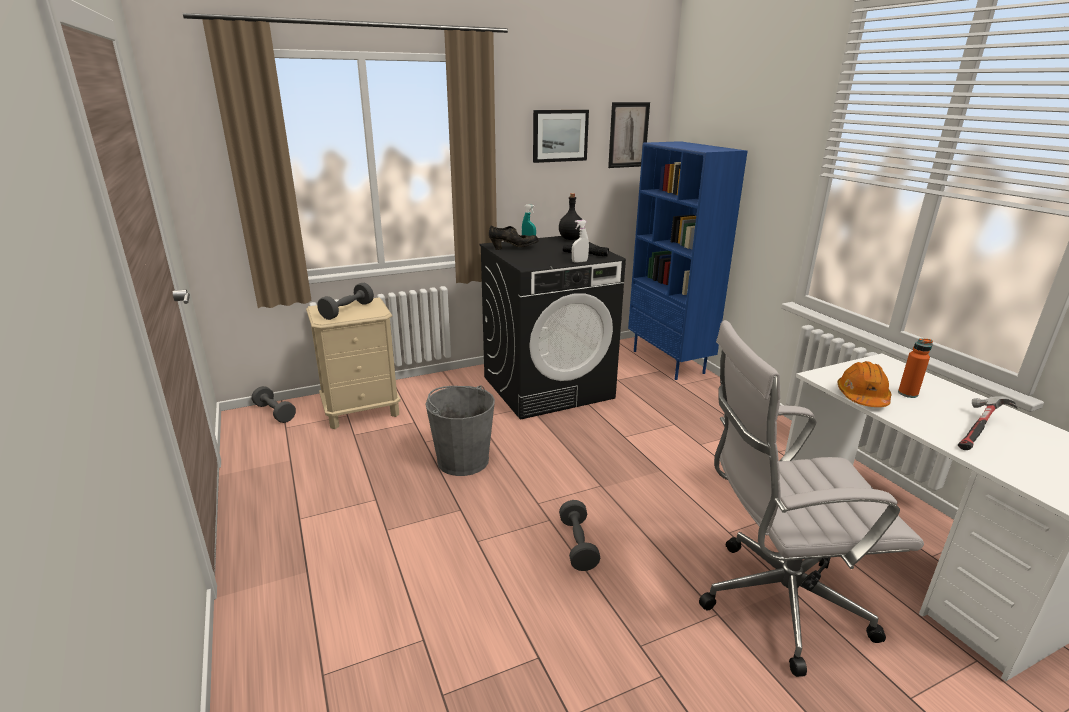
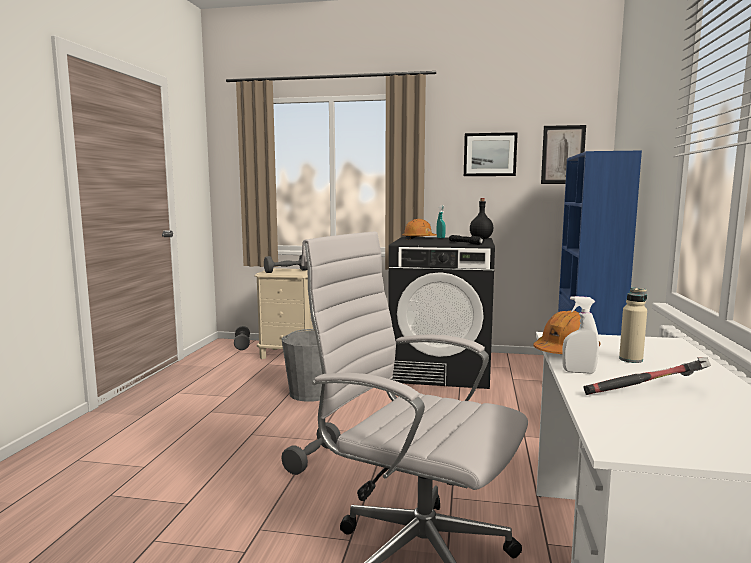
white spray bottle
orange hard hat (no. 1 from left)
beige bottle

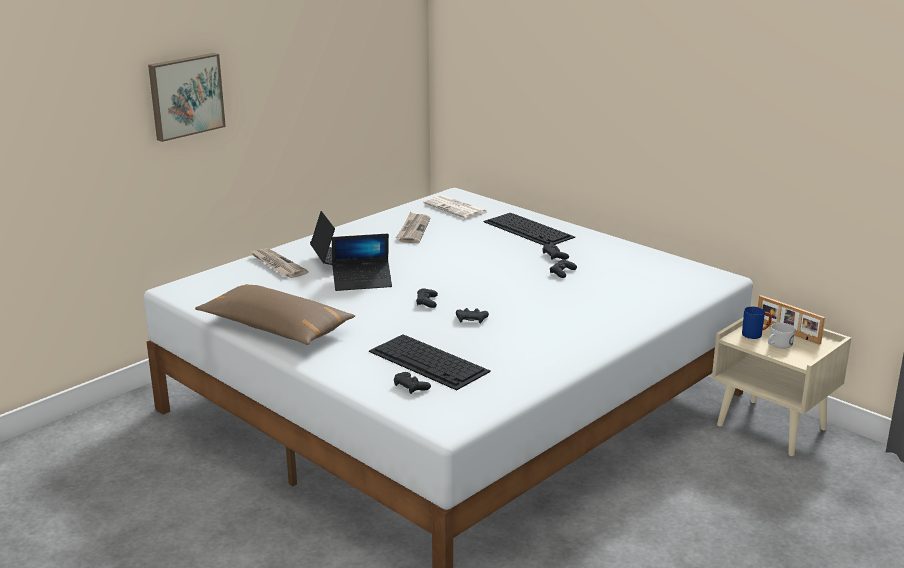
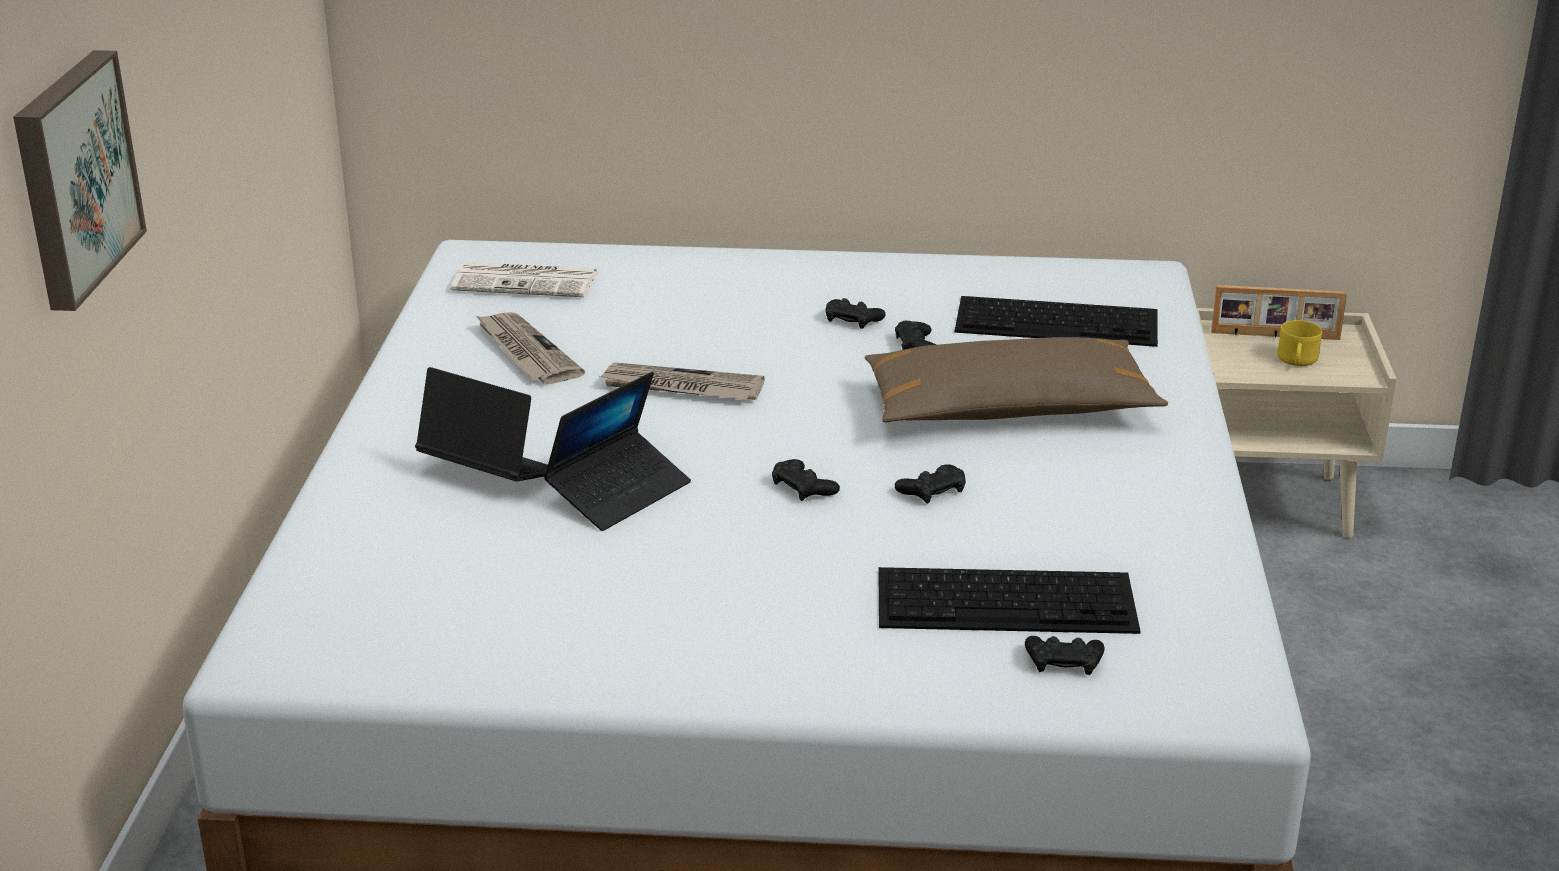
keyboard (no. 2 from left)
newspaper (no. 3 from left)
brown pillow
blue mug
yellow mug

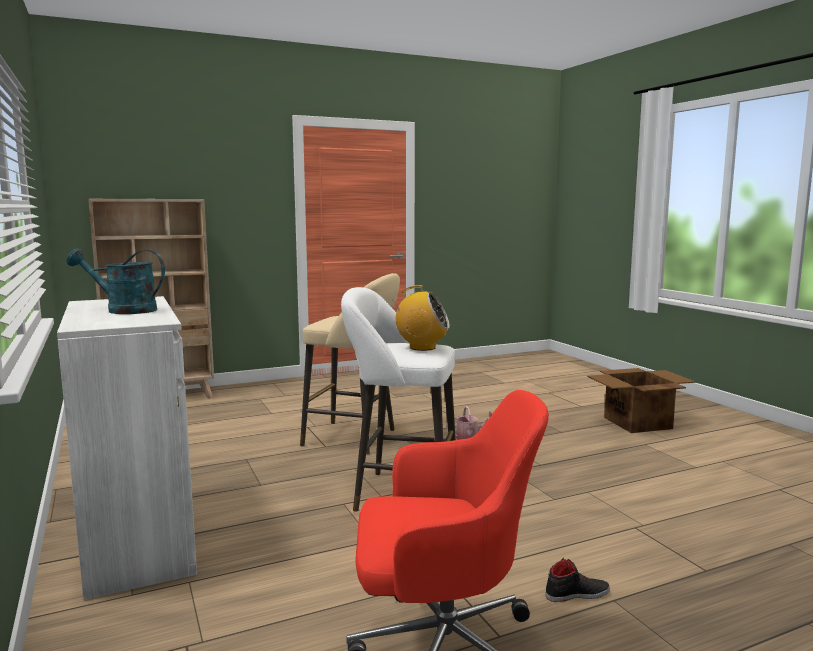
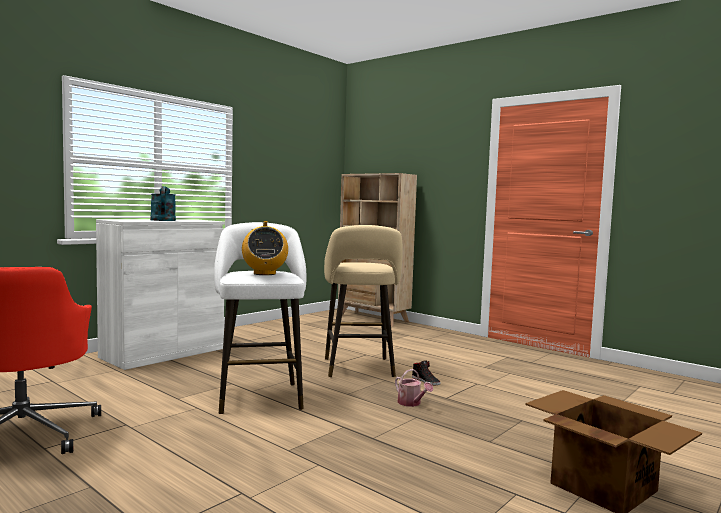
black shoe

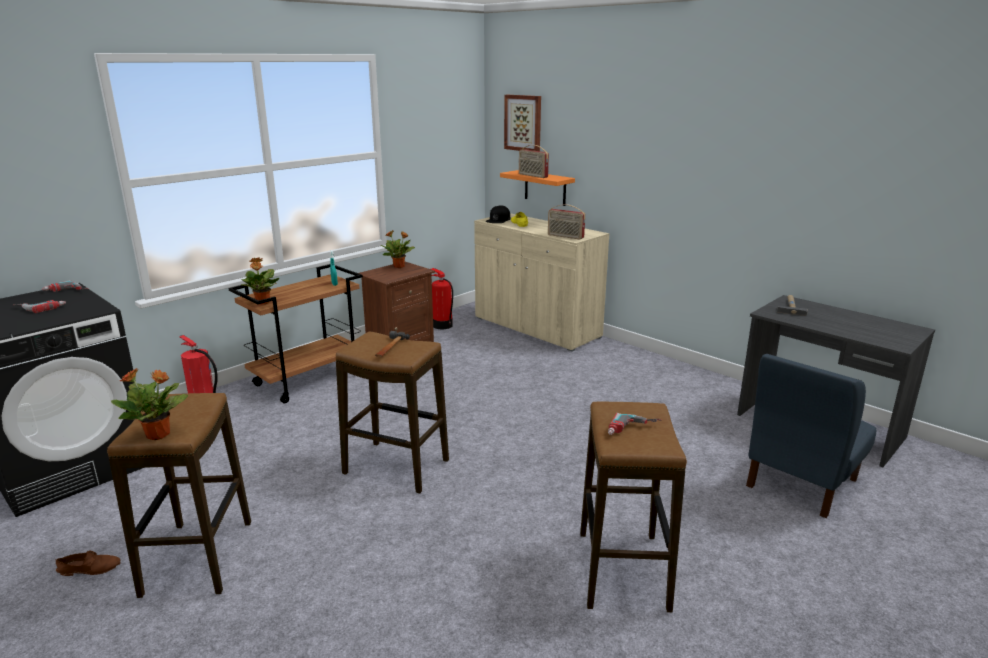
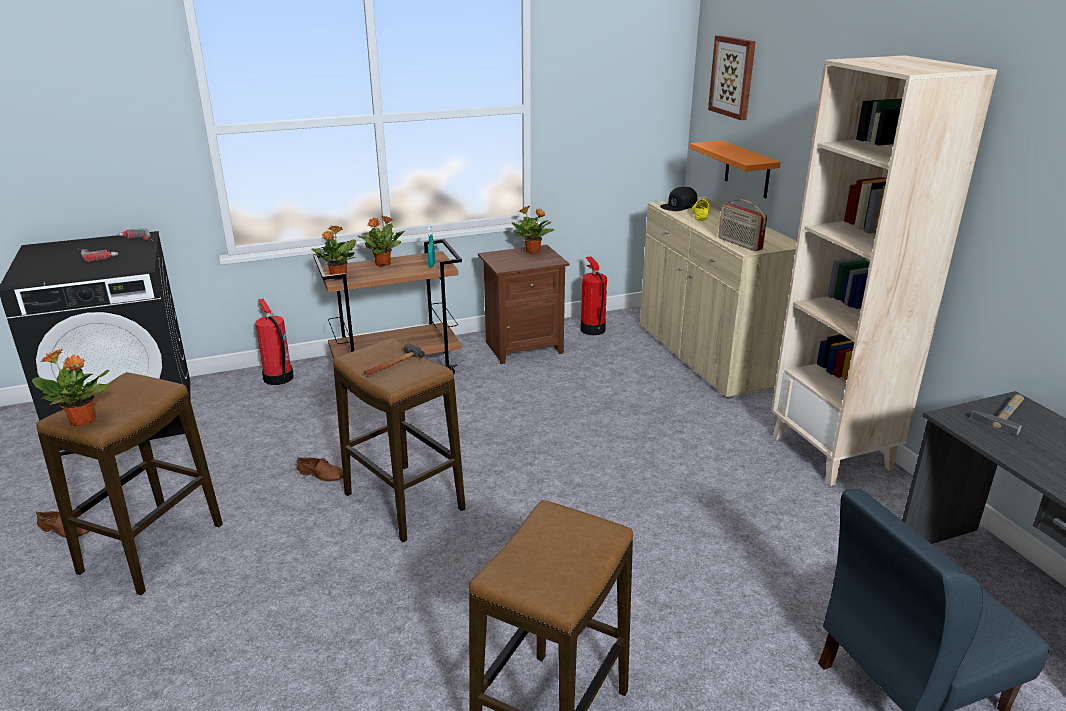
radio (no. 1 from left in the first image)
power drill (no. 3 from left in the first image)
beige bookcase
potted plant (no. 3 from left)
brown shoe (no. 2 from left)

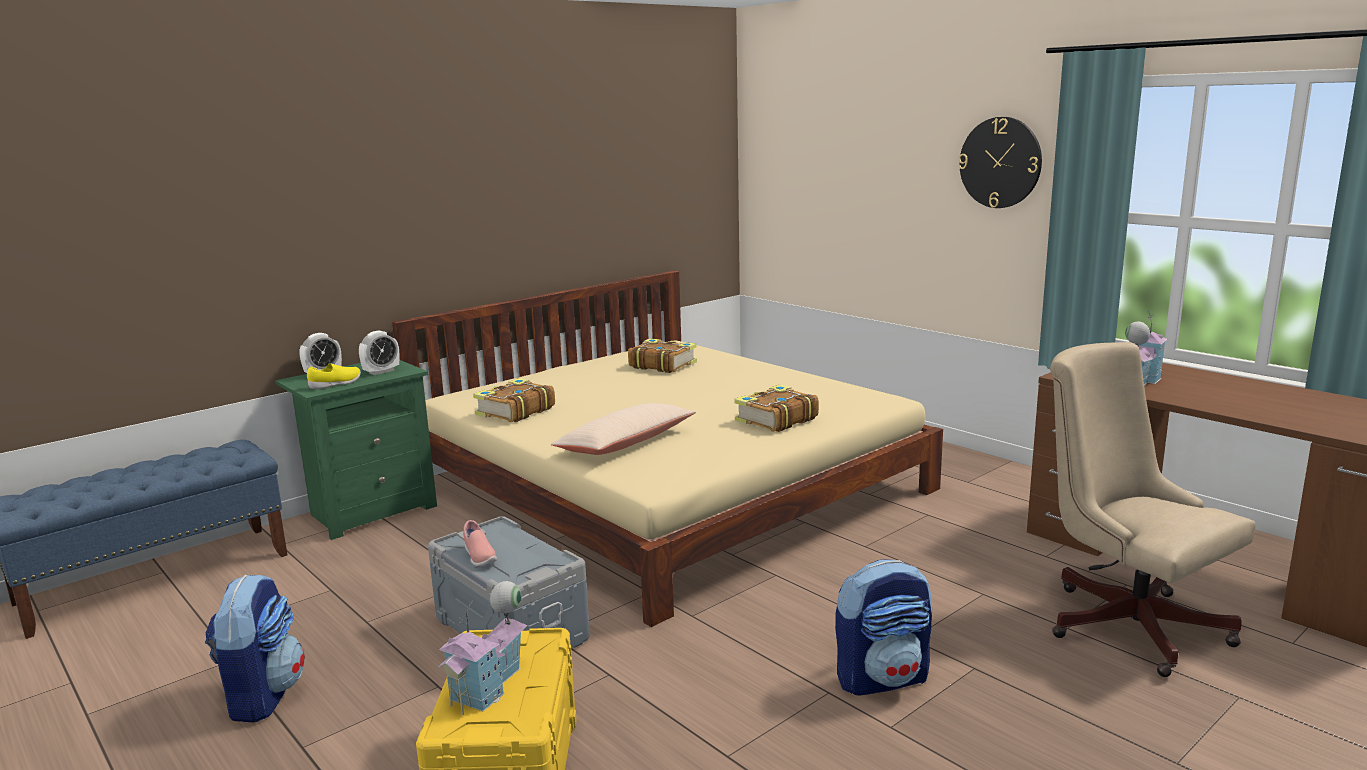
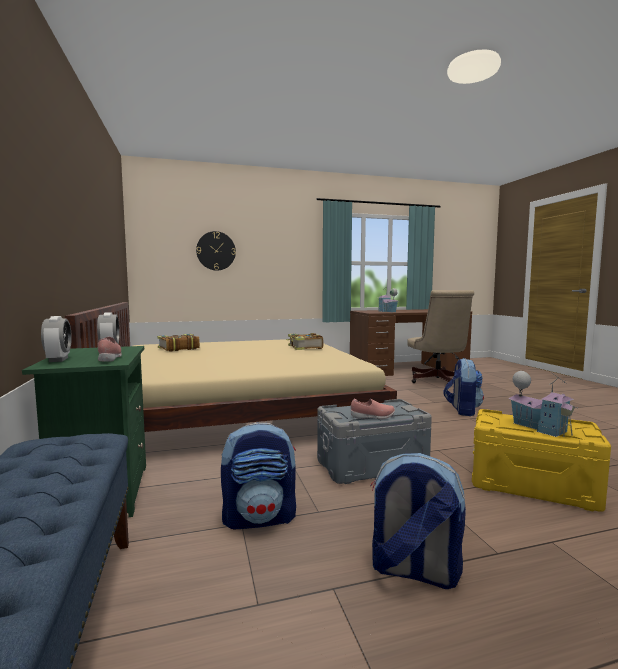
wall clock
beige office chair
pink shoe (no. 1 from left)
book (no. 1 from left in the first image)
beige pillow
backpack (no. 1 from left)

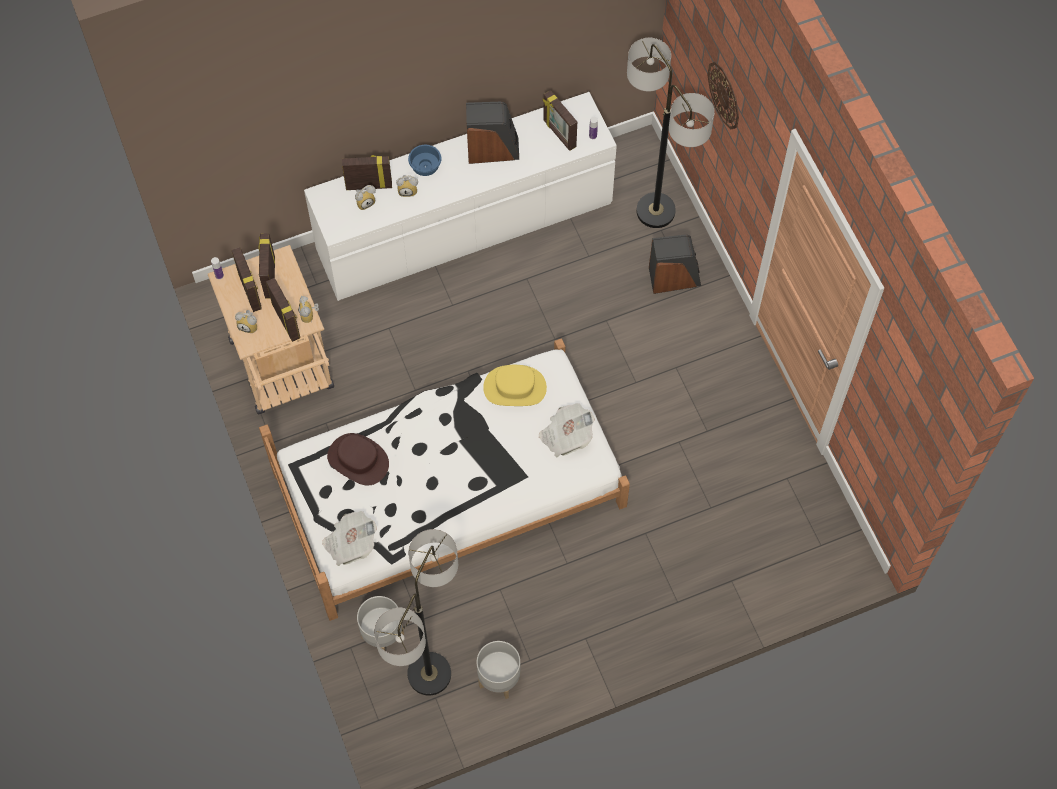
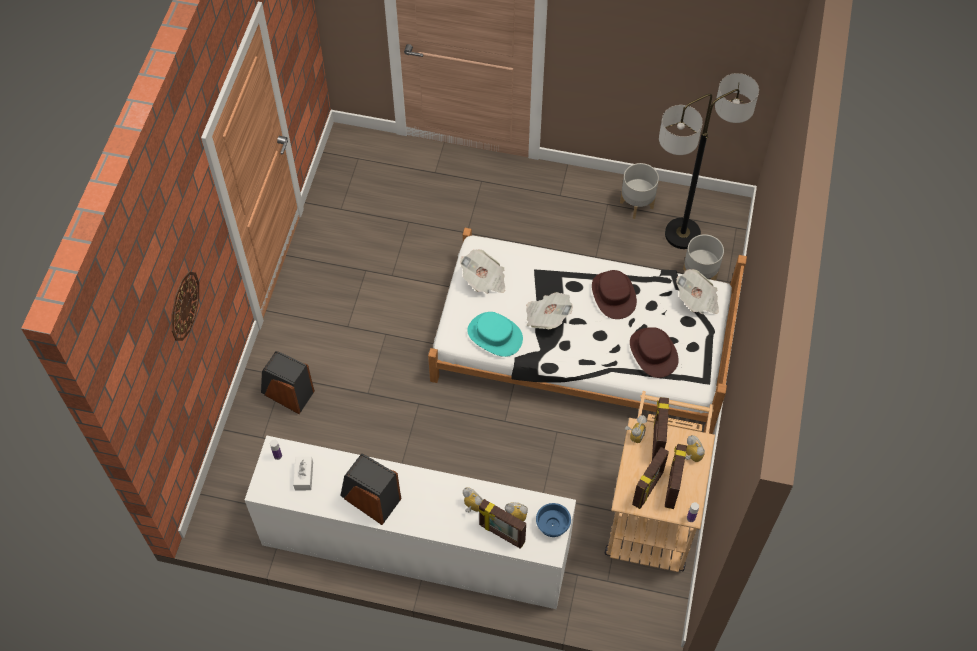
floor lamp (no. 2 from left in the first image)
white tissue box
blue bowl
turquoise hat
brown hat (no. 1 from left)
newspaper (no. 2 from left)

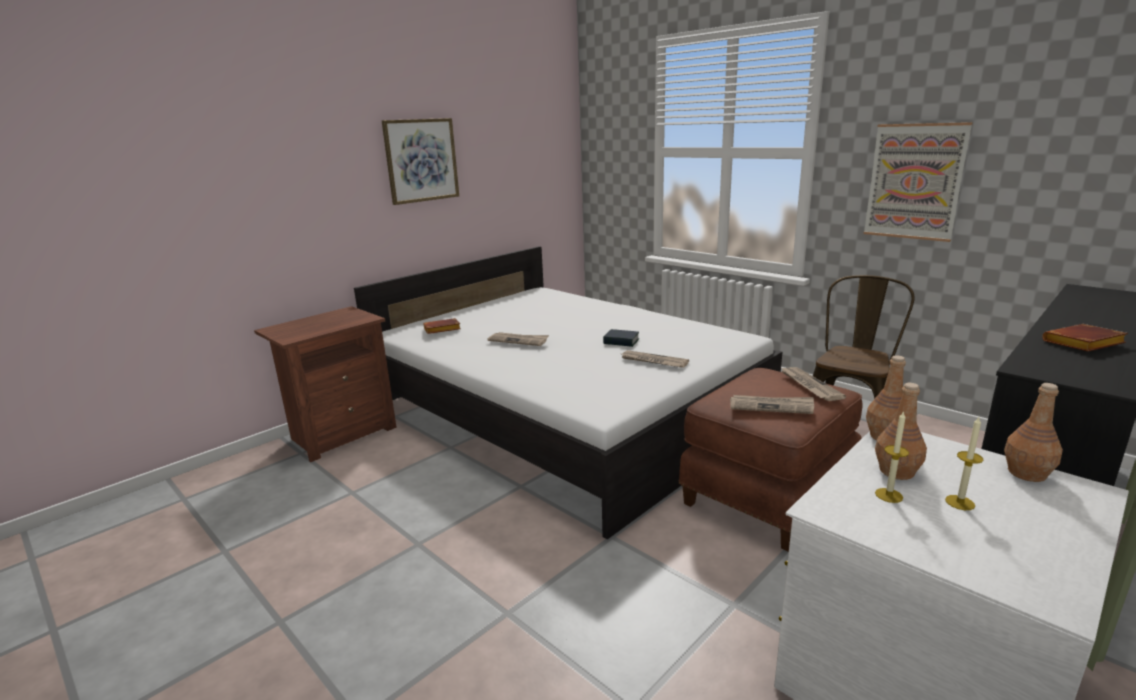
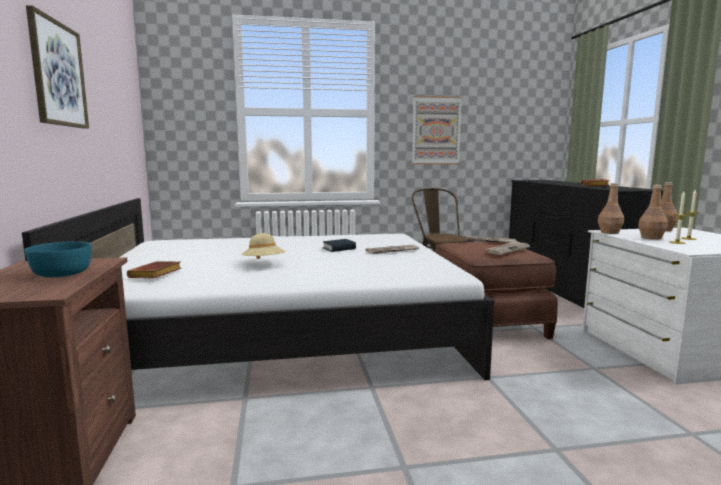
beige hat
turquoise bowl

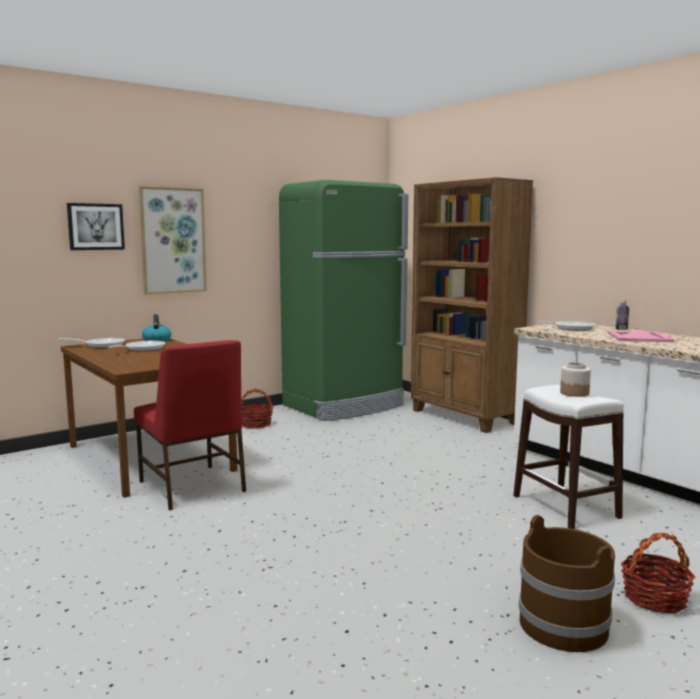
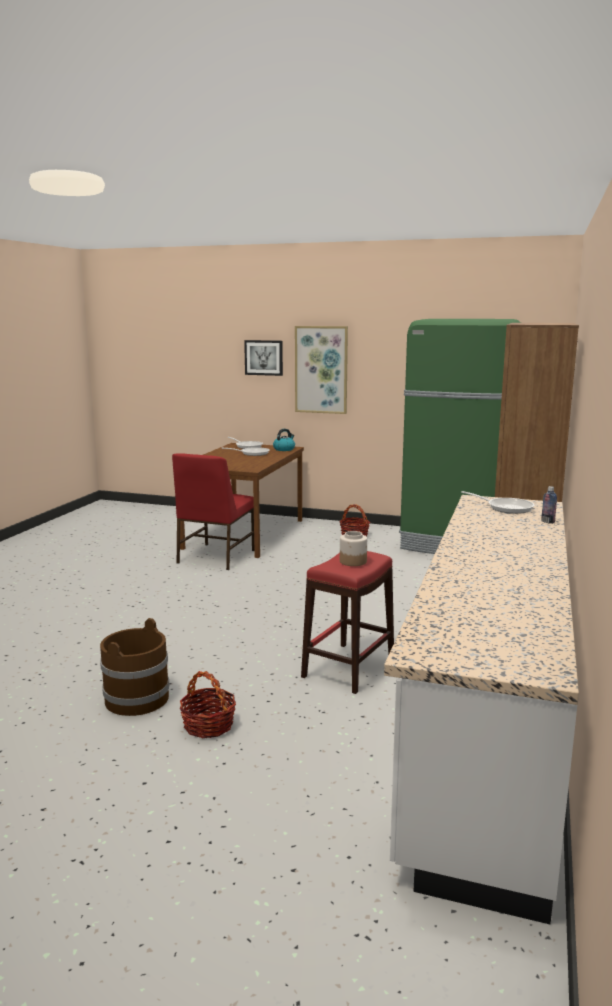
pink tray
red stool

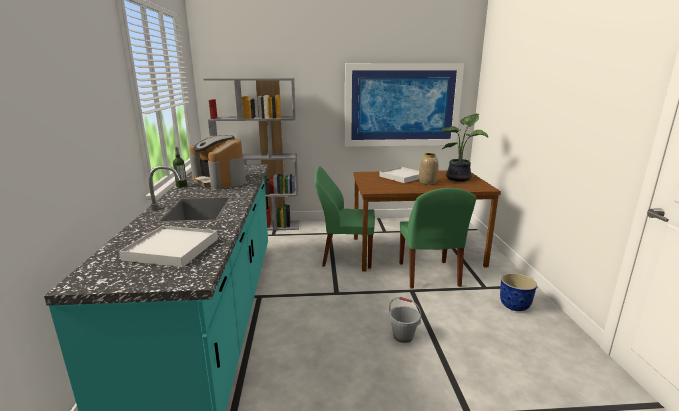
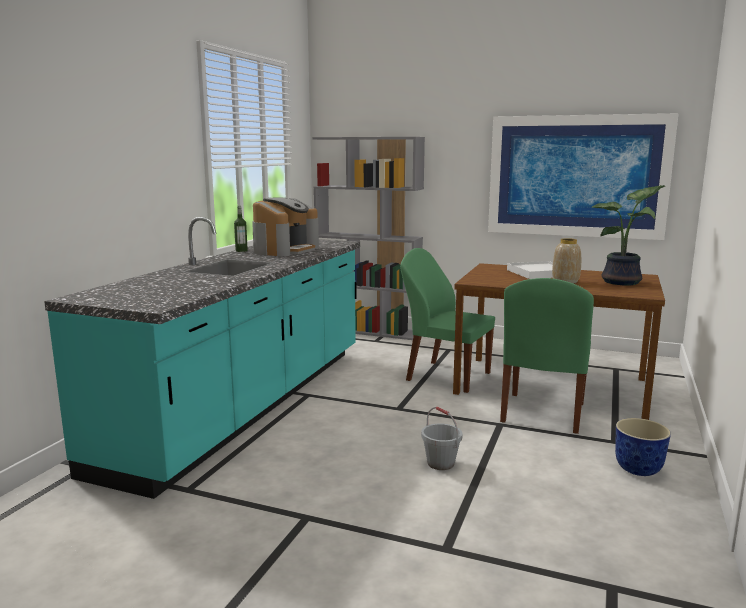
coffee machine
white tray (no. 1 from left in the first image)

